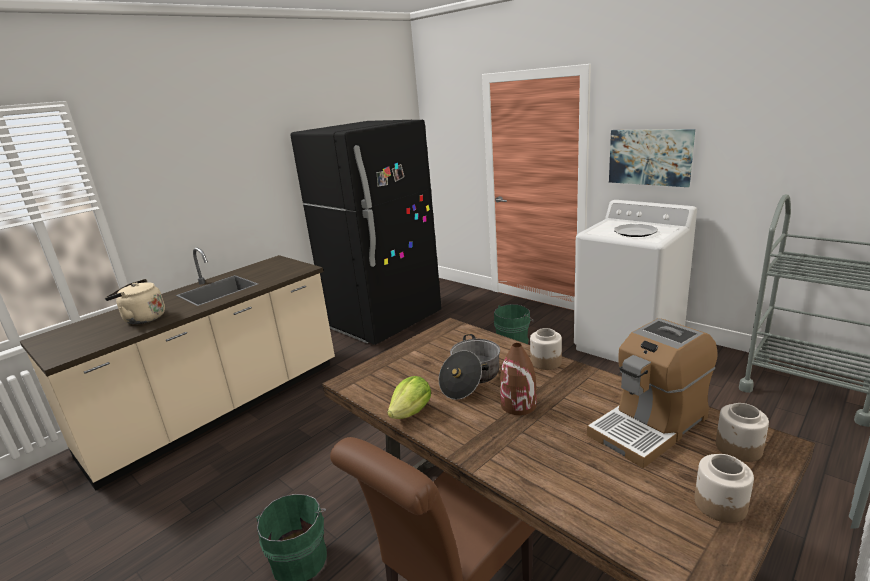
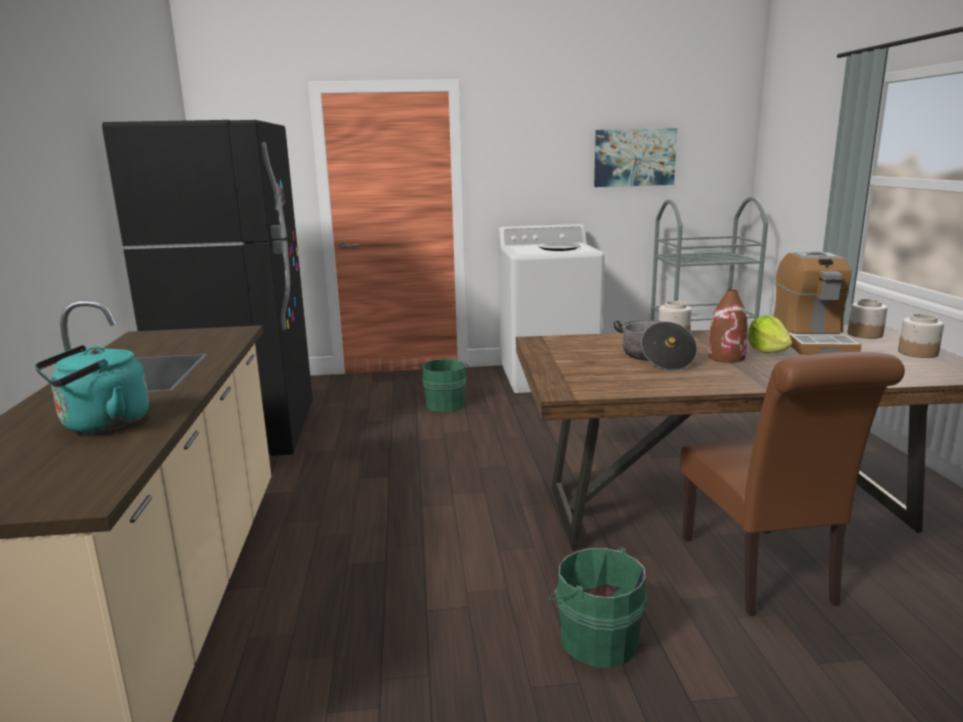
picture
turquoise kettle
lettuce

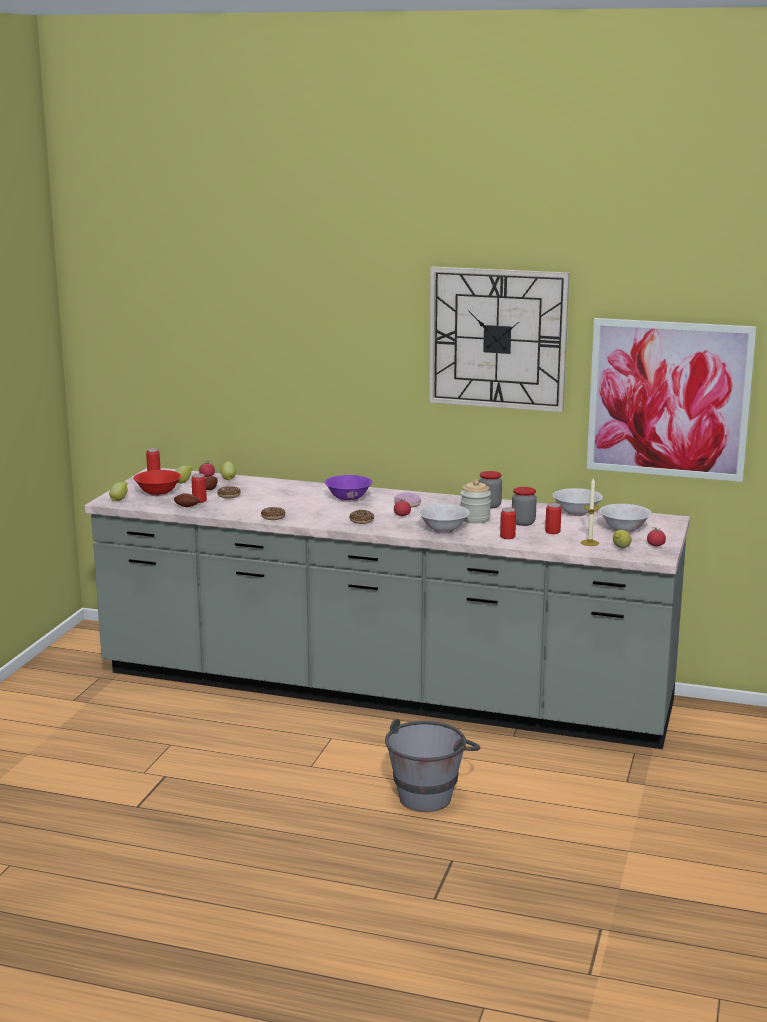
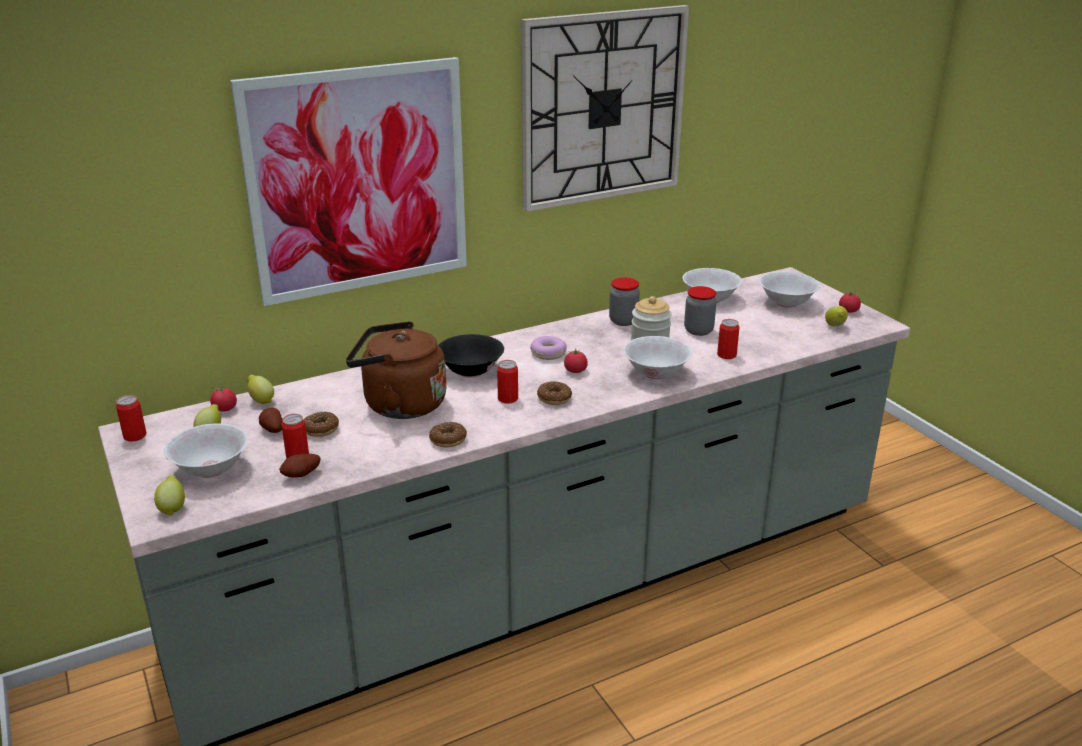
picture
white bowl (no. 1 from left)
black bowl
candle
can (no. 3 from left)
grey bucket
brown kettle

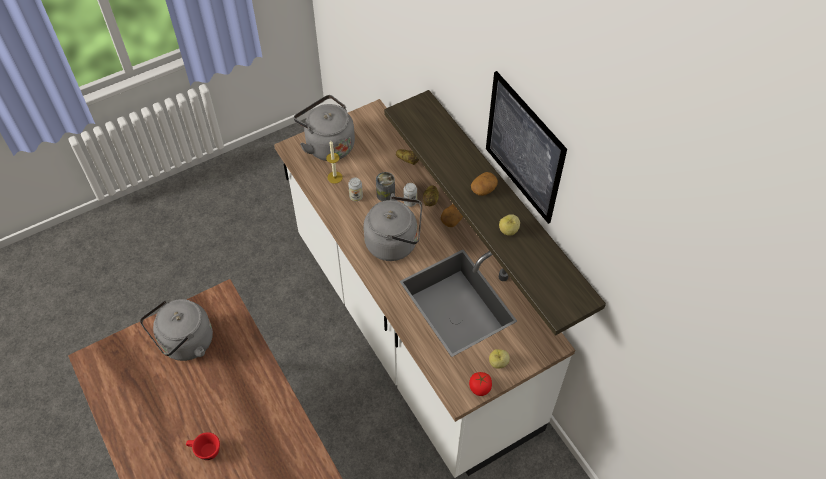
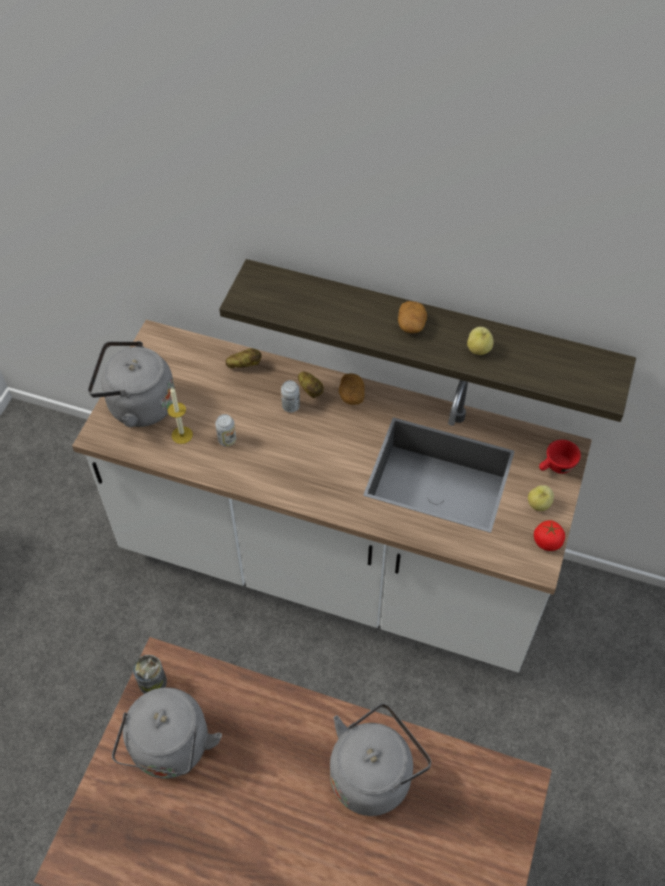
picture
can (no. 1 from left)
grey kettle (no. 3 from left)
red cup

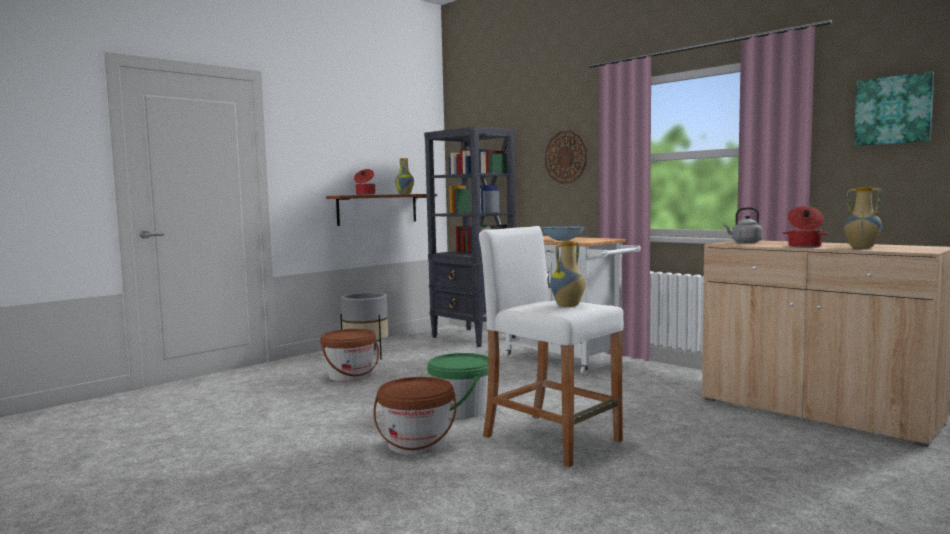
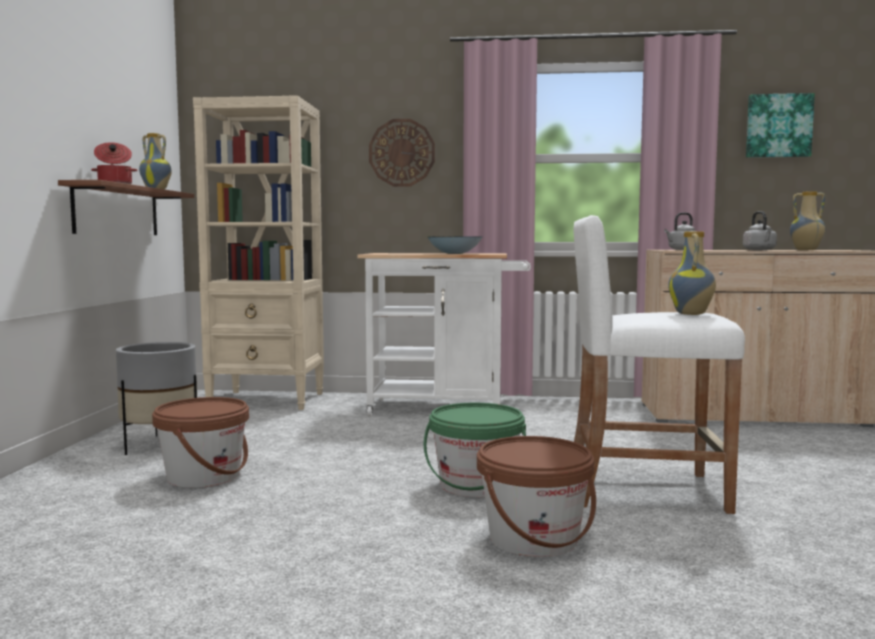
beige bookcase
grey kettle (no. 2 from left)

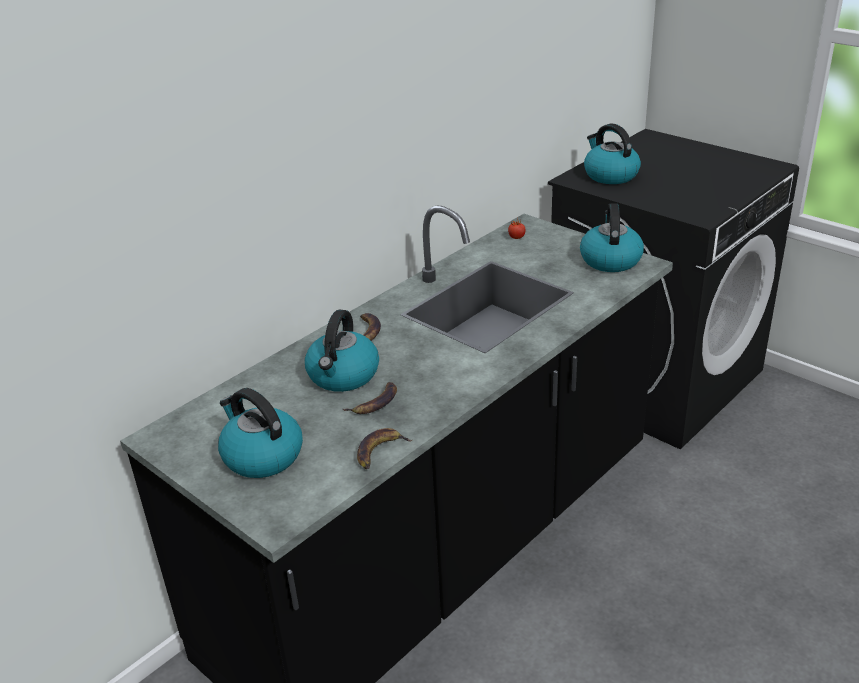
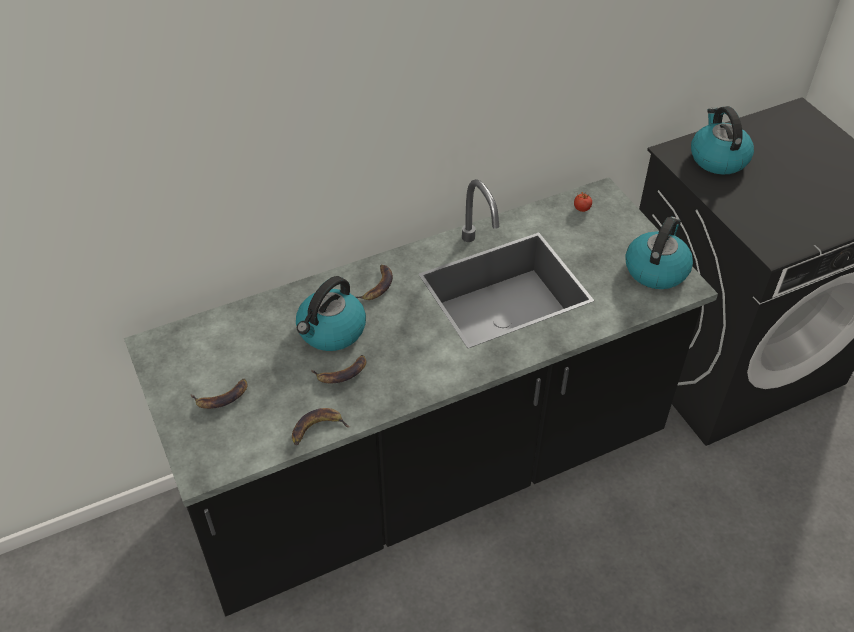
banana (no. 1 from left)

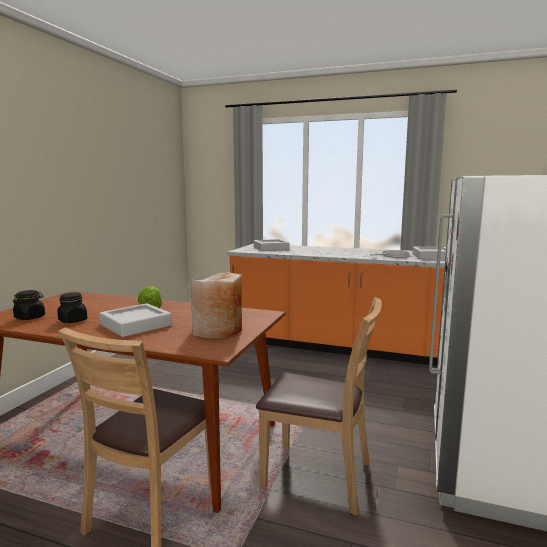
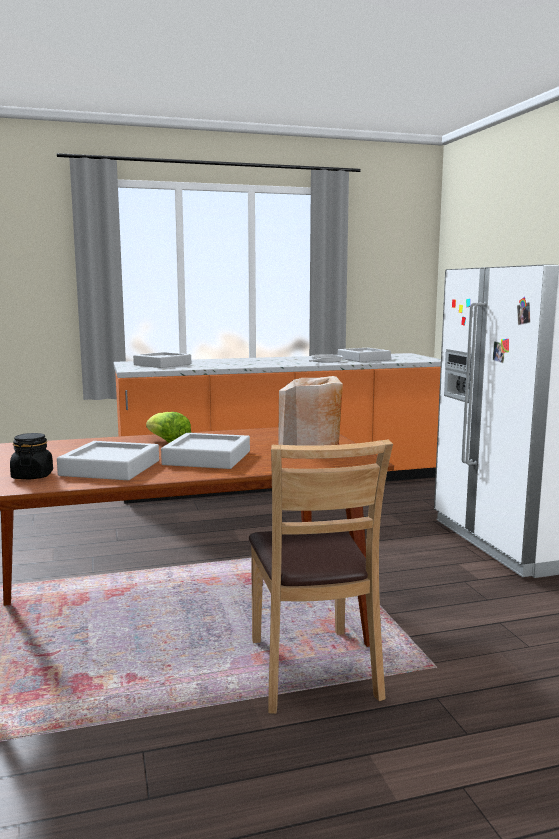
grey tray (no. 1 from left)
brown chair (no. 2 from left in the first image)

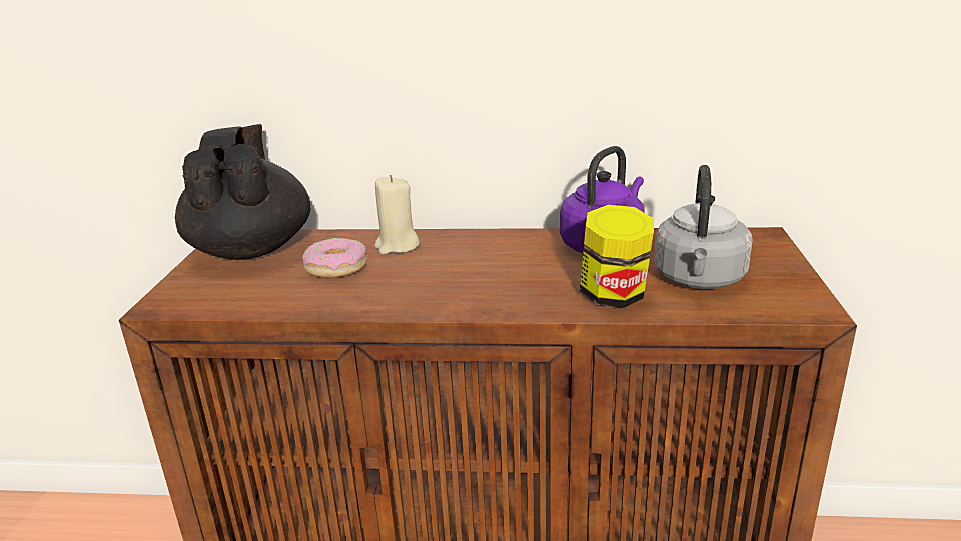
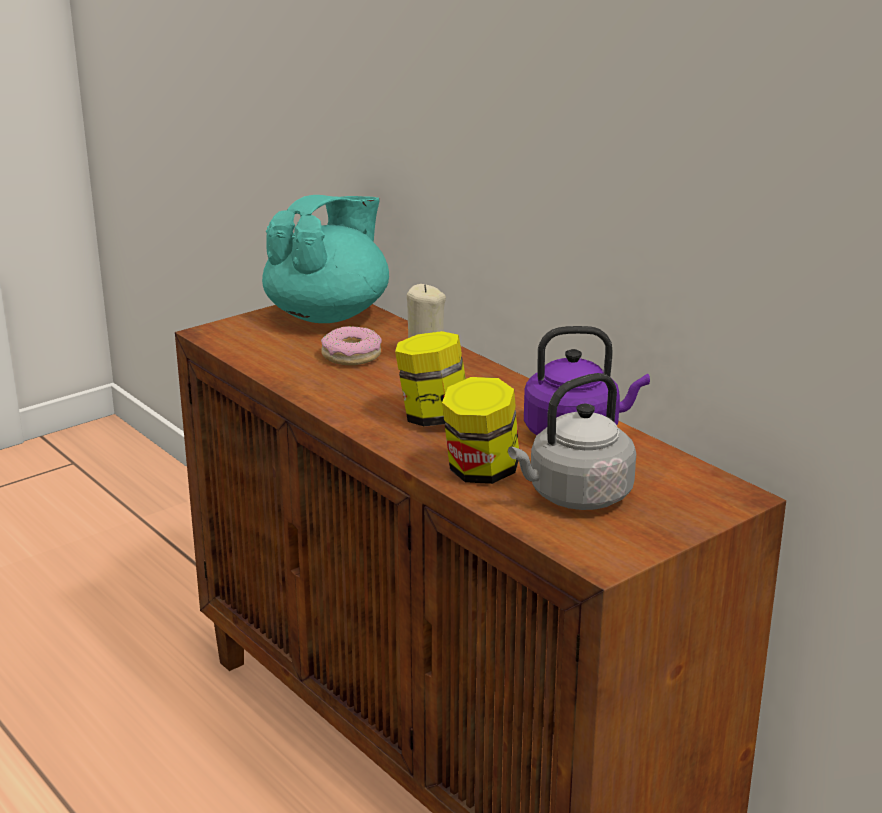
turquoise teapot
jar (no. 1 from left)

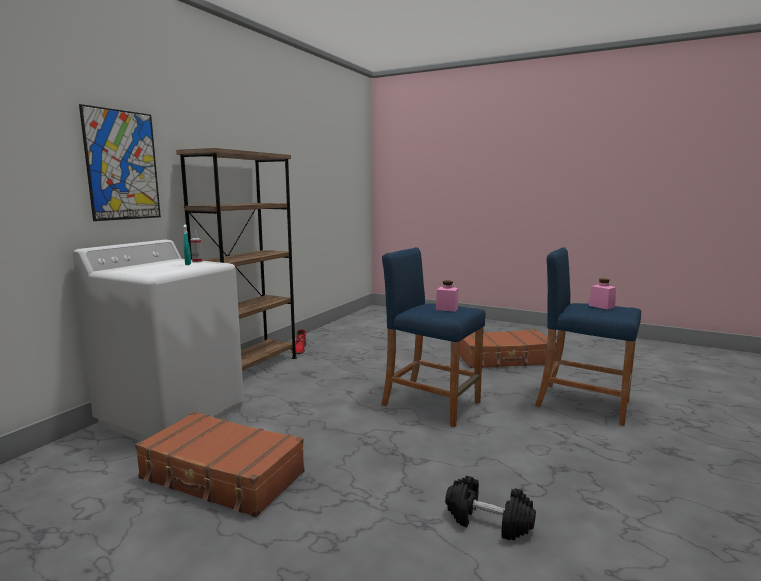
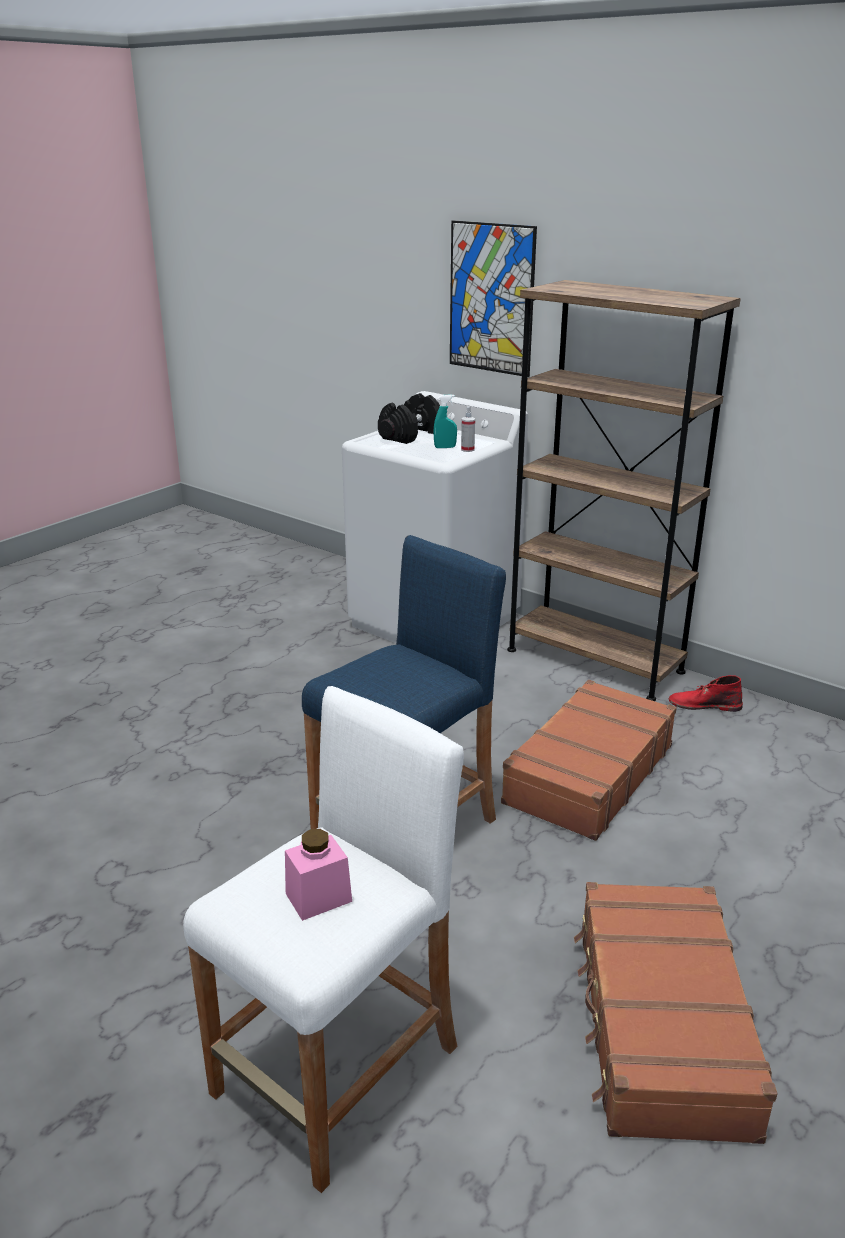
white stool
pink jar (no. 1 from left in the first image)
brown suitcase (no. 1 from left)
black dumbbell

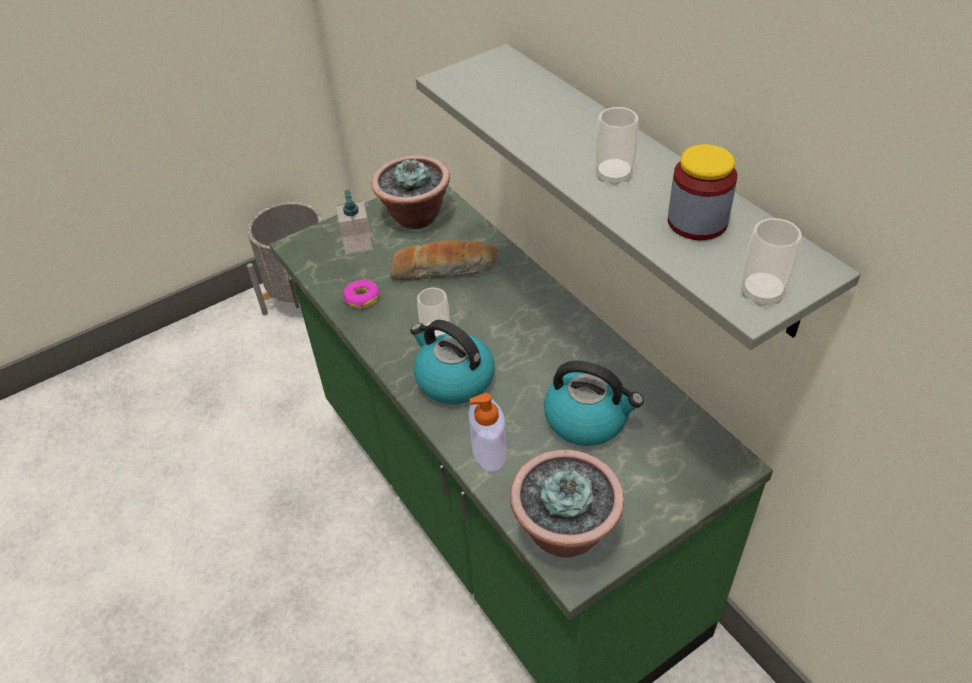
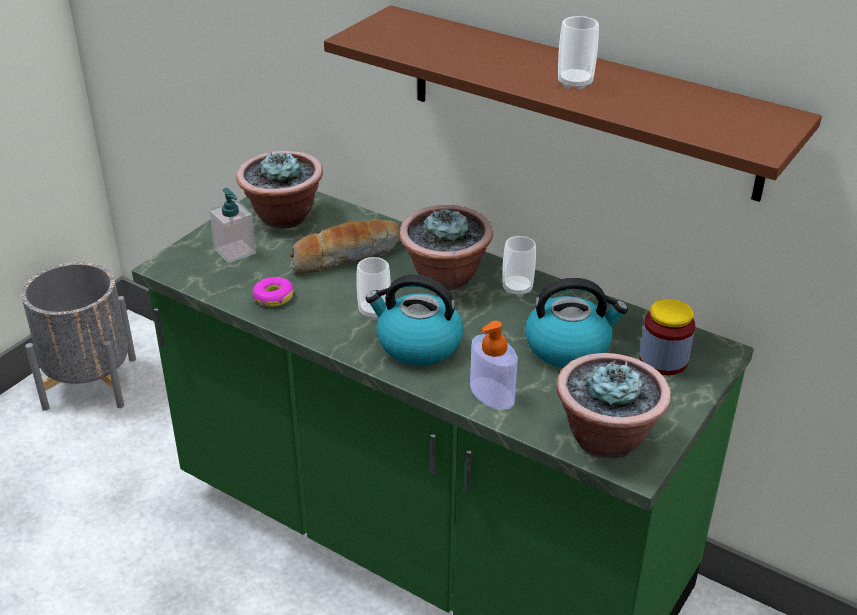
brown shelf
jar
cup (no. 2 from left)
potted plant (no. 2 from left)

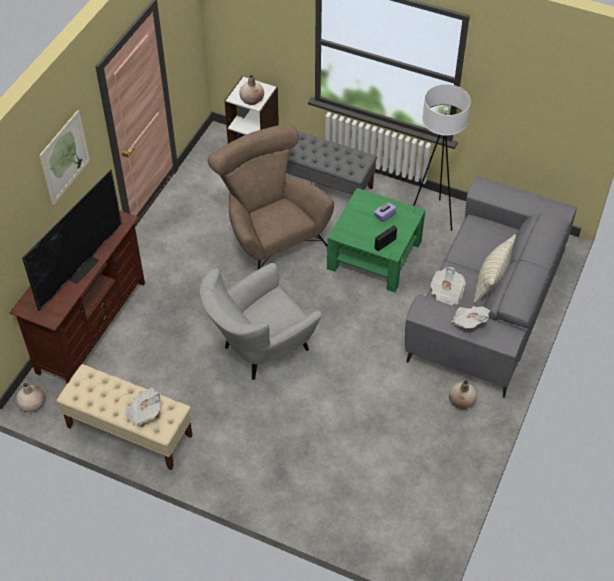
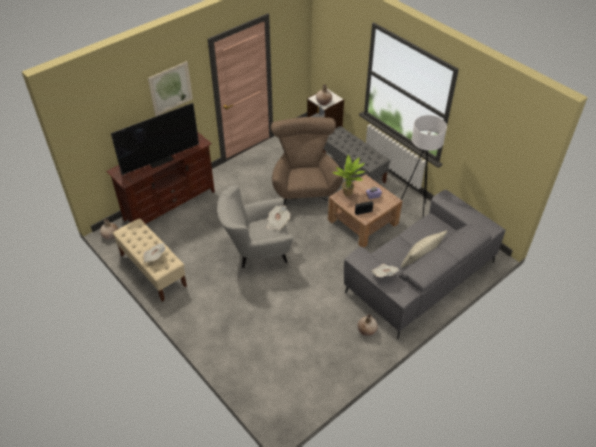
brown coffee table
newspaper (no. 2 from left)
potted plant

